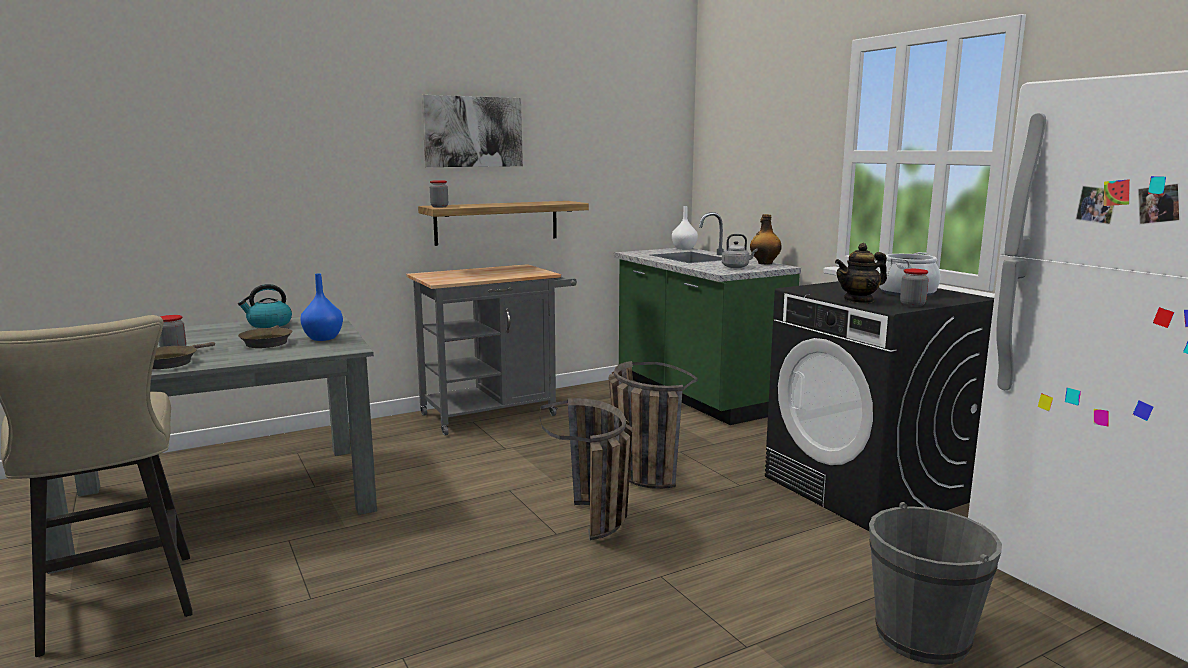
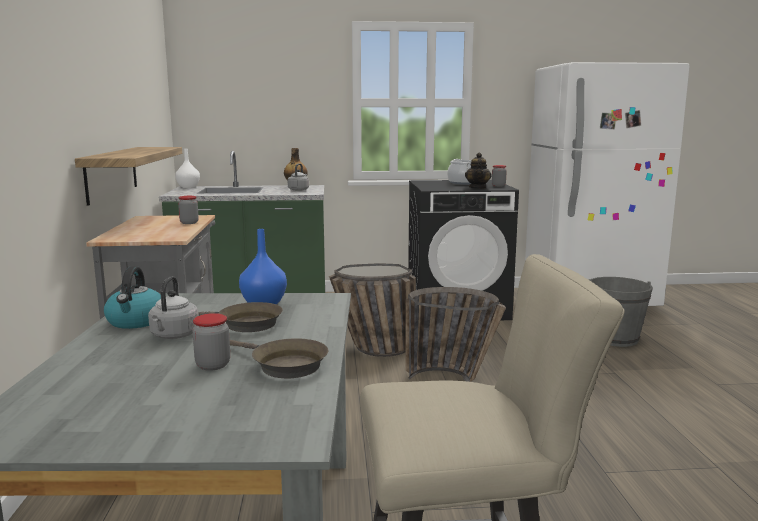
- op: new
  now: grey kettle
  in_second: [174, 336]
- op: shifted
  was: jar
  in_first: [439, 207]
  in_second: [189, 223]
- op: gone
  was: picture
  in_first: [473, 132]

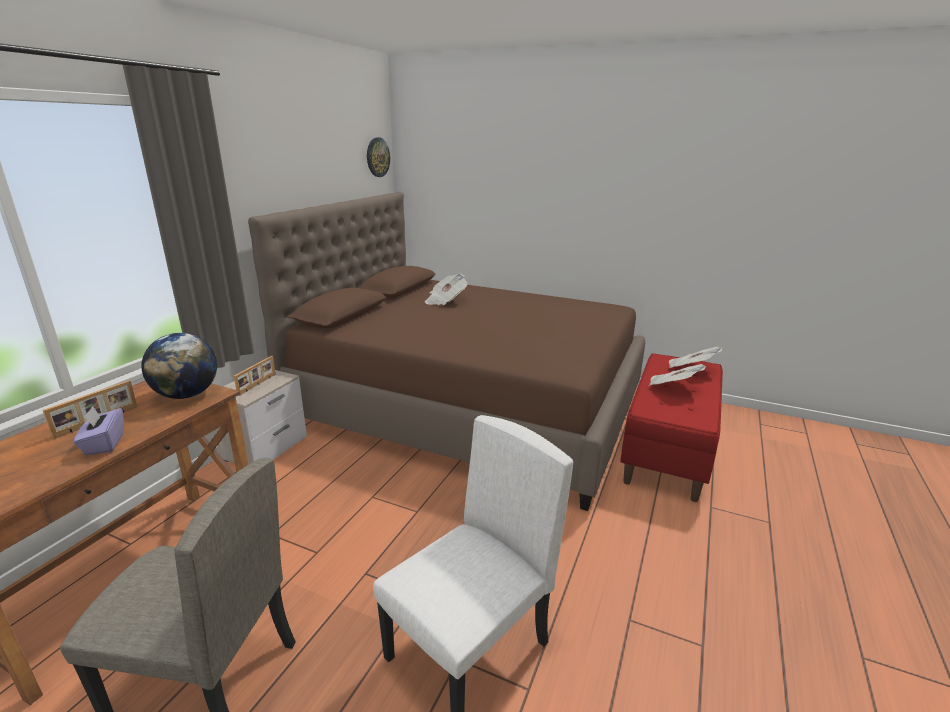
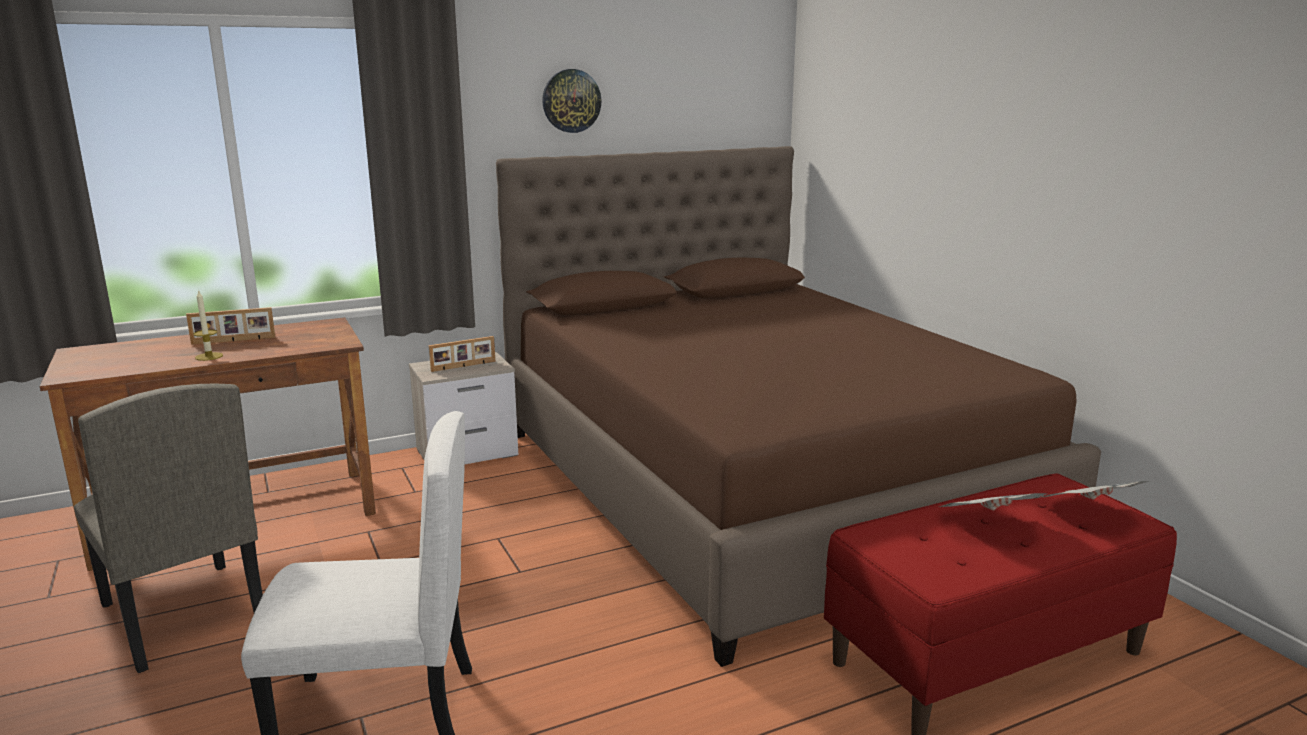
- op: swapped
  was: purple tissue box
  now: candle
  in_first: [104, 444]
  in_second: [209, 356]
- op: shifted
  was: wall clock
  in_first: [377, 157]
  in_second: [571, 101]
- op: gone
  was: globe
  in_first: [187, 395]
- op: gone
  was: newspaper
  in_first: [445, 301]

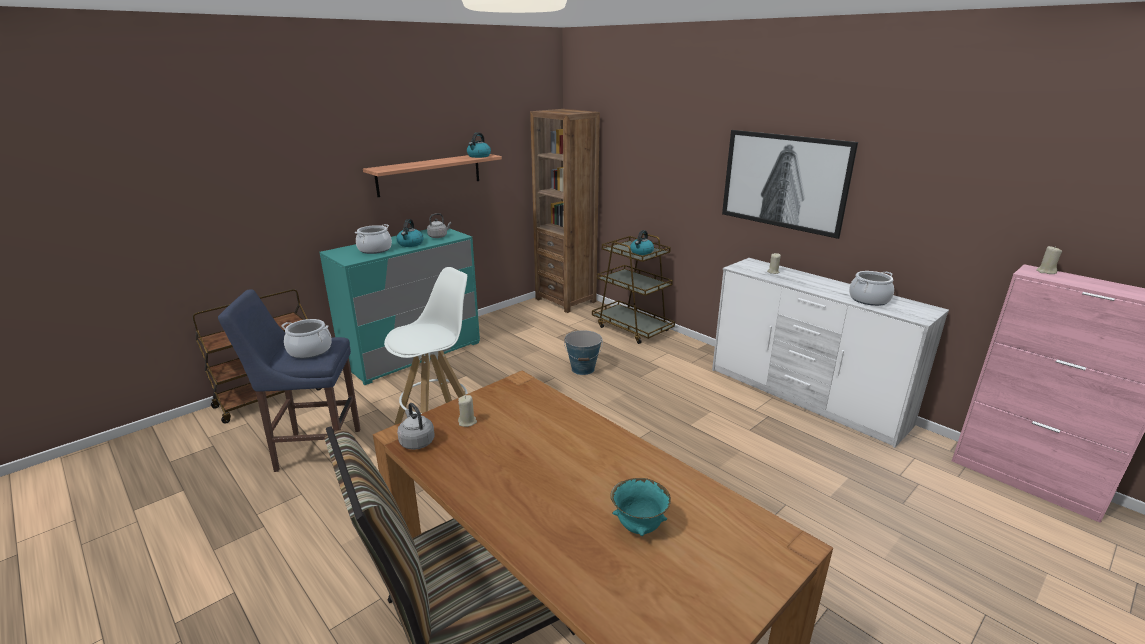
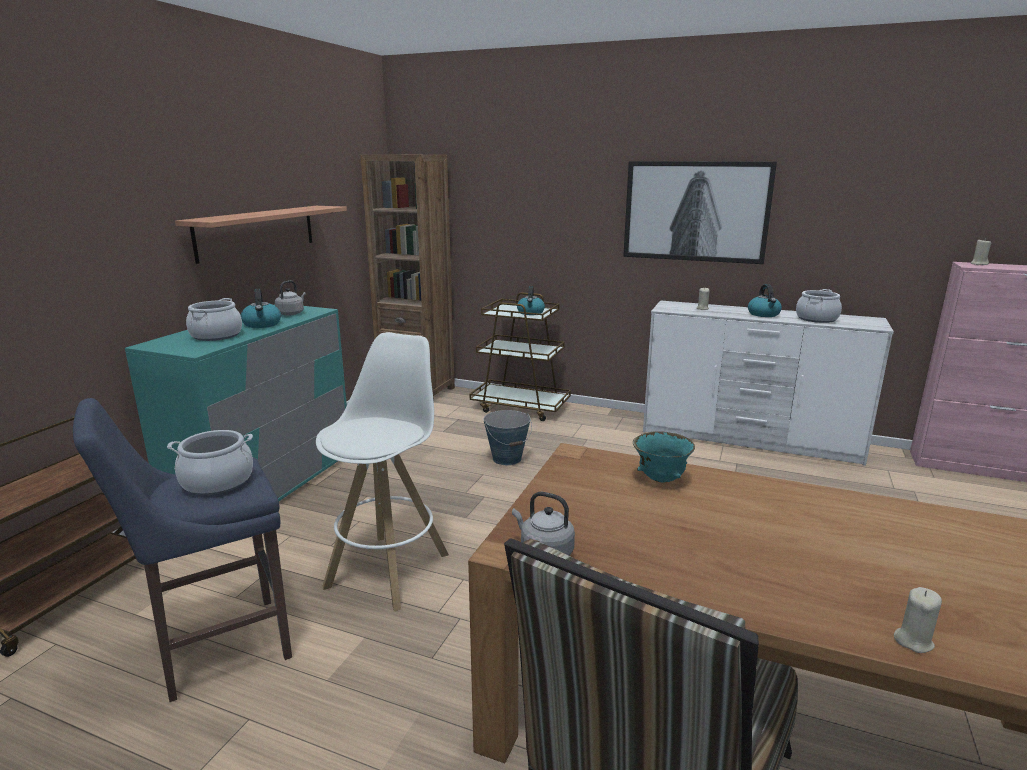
- op: shifted
  was: turquoise bowl
  in_first: [639, 527]
  in_second: [660, 479]
- op: shifted
  was: kettle
  in_first: [478, 156]
  in_second: [764, 314]
- op: shifted
  was: beige candle
  in_first: [467, 422]
  in_second: [913, 641]

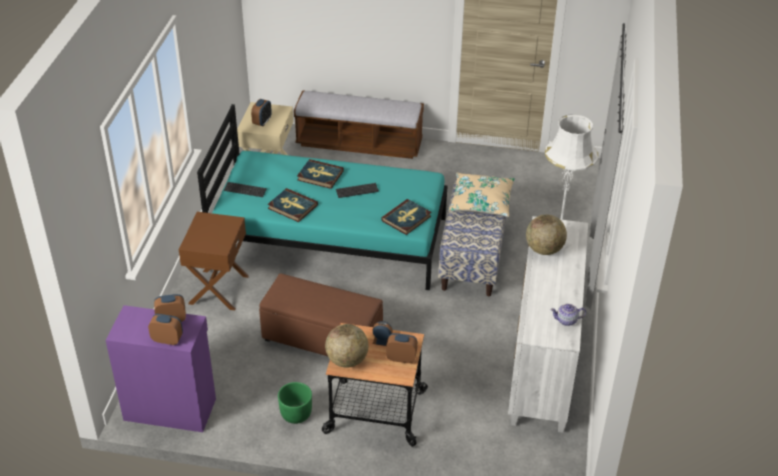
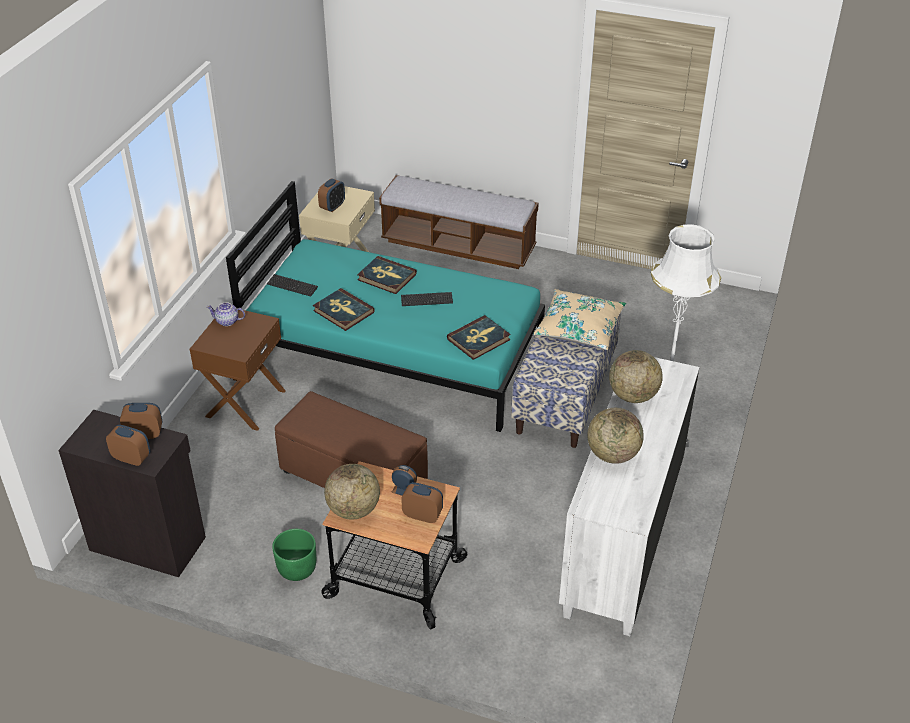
- op: repainted
  was: purple cabinet
  now: black cabinet
  in_first: [170, 408]
  in_second: [148, 542]
- op: shifted
  was: teapot
  in_first: [567, 320]
  in_second: [227, 321]
- op: new
  now: globe
  in_second: [612, 455]

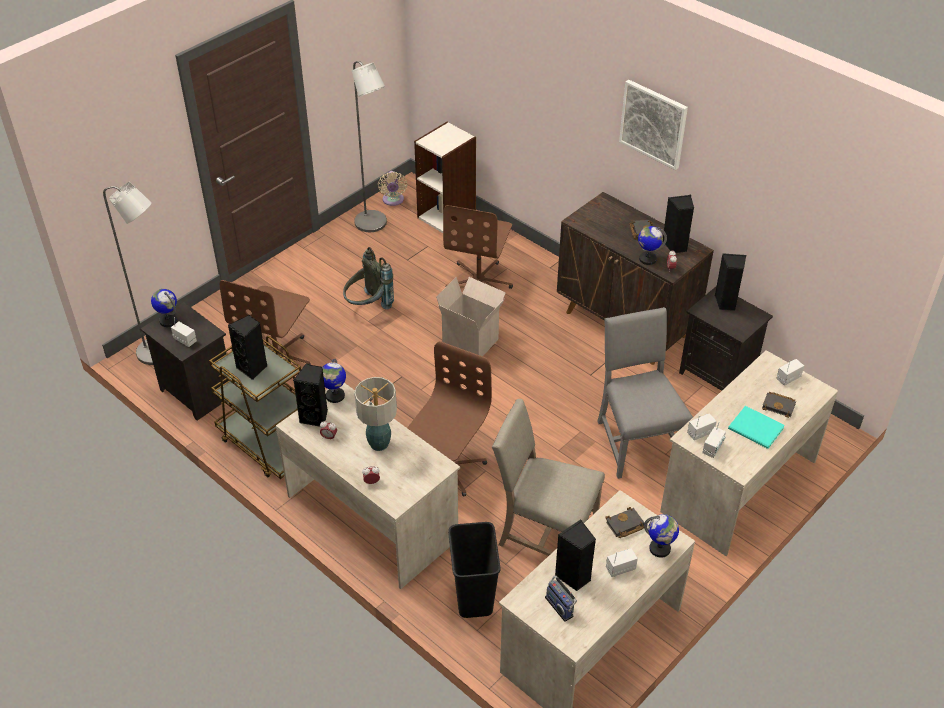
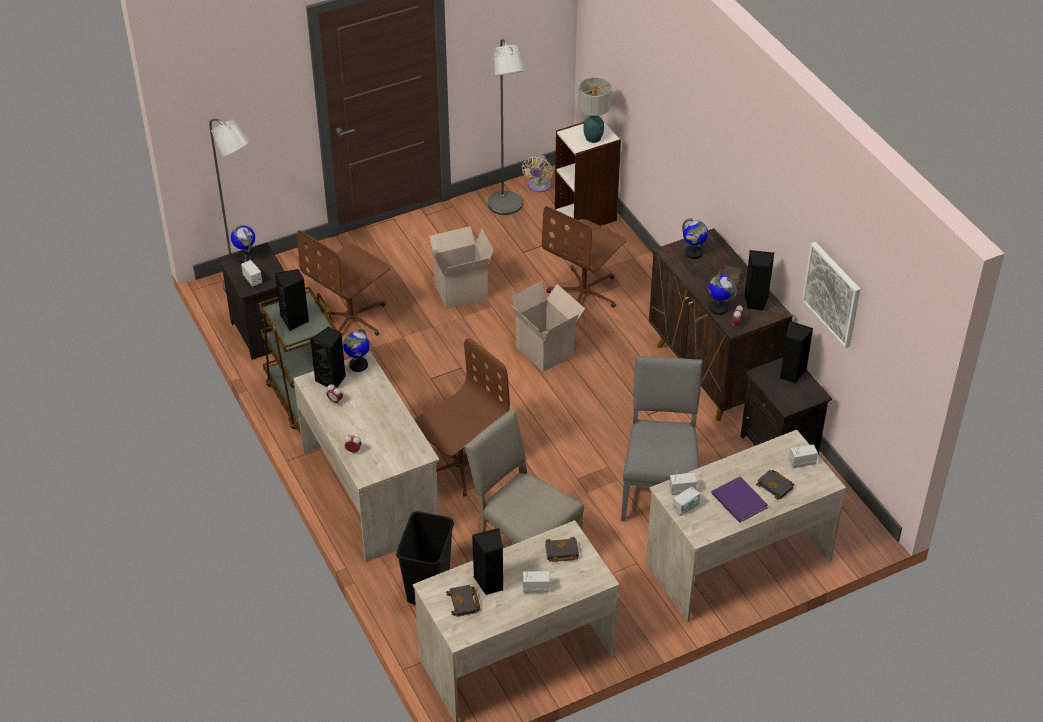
- op: swapped
  was: grey backpack
  now: cardboard box
  in_first: [368, 306]
  in_second: [461, 290]
- op: swapped
  was: radio
  now: black book
  in_first: [560, 606]
  in_second: [465, 603]
- op: shifted
  was: table lamp
  in_first: [379, 444]
  in_second: [593, 138]
- op: shifted
  was: globe
  in_first: [660, 549]
  in_second: [693, 253]
- op: repainted
  was: turquoise book
  now: purple book
  in_first: [756, 430]
  in_second: [739, 502]
- op: shifted
  was: picture
  in_first: [653, 124]
  in_second: [832, 294]

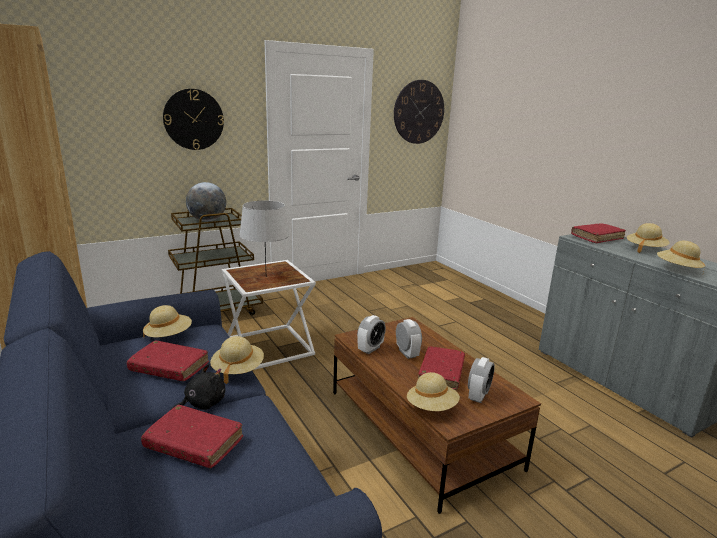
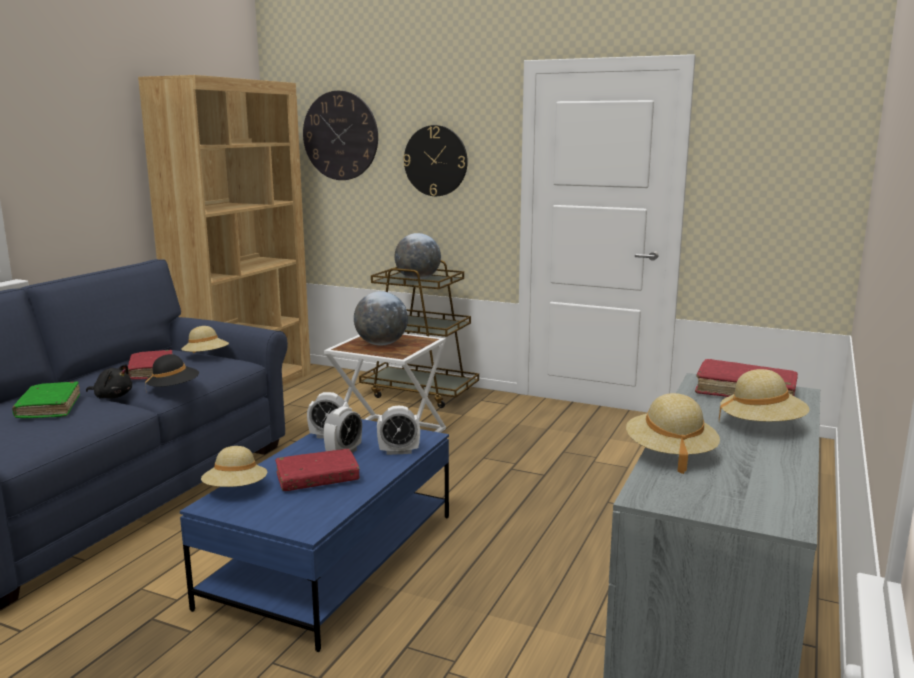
- op: repainted
  was: red book
  now: green book
  in_first: [194, 444]
  in_second: [49, 408]
- op: repainted
  was: beige hat
  now: black hat
  in_first: [237, 369]
  in_second: [173, 389]
- op: repainted
  was: brown coffee table
  now: blue coffee table
  in_first: [420, 428]
  in_second: [332, 559]
- op: shifted
  was: wall clock
  in_first: [419, 112]
  in_second: [340, 136]
- op: swapped
  was: grey table lamp
  now: globe
  in_first: [265, 276]
  in_second: [381, 344]
- op: shifted
  was: alarm clock
  in_first: [478, 396]
  in_second: [398, 451]

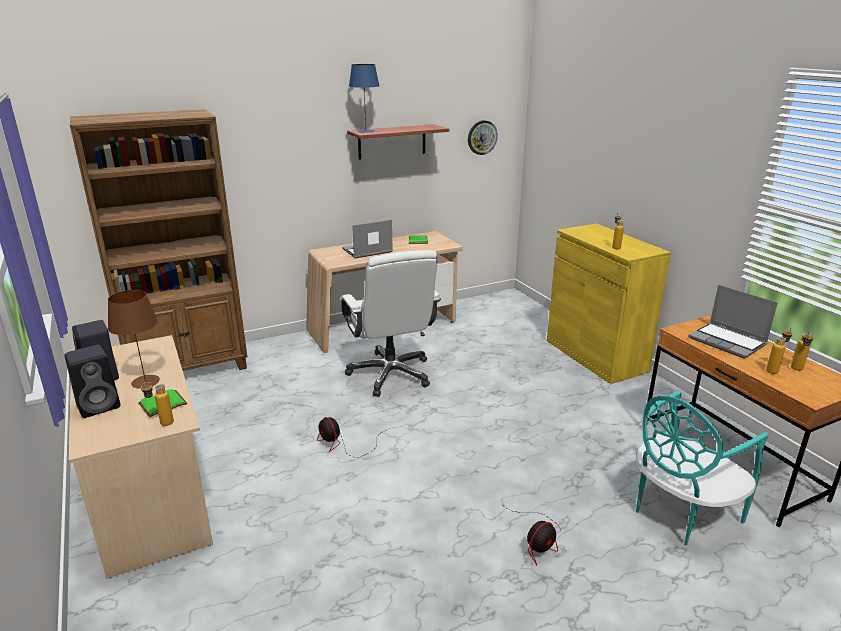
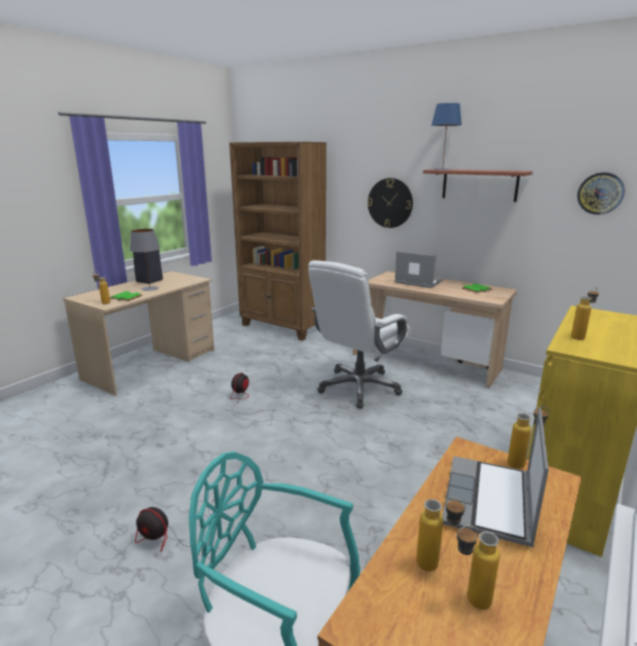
- op: repainted
  was: brown table lamp
  now: grey table lamp
  in_first: [146, 381]
  in_second: [150, 288]
- op: new
  now: wall clock
  in_second: [390, 203]
- op: new
  now: bottle
  in_second: [523, 464]
- op: gone
  was: black speaker
  in_first: [100, 405]

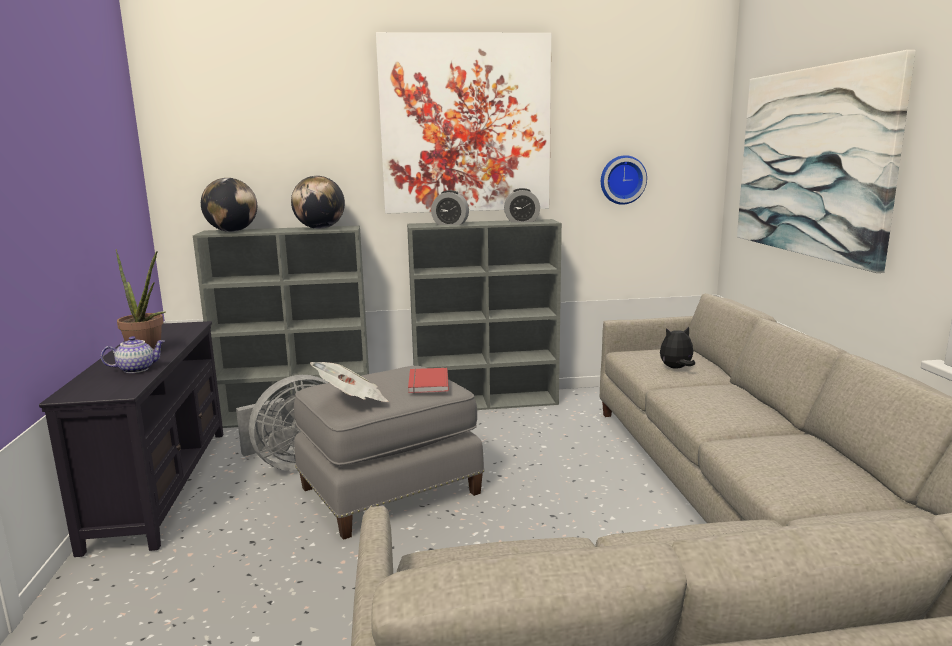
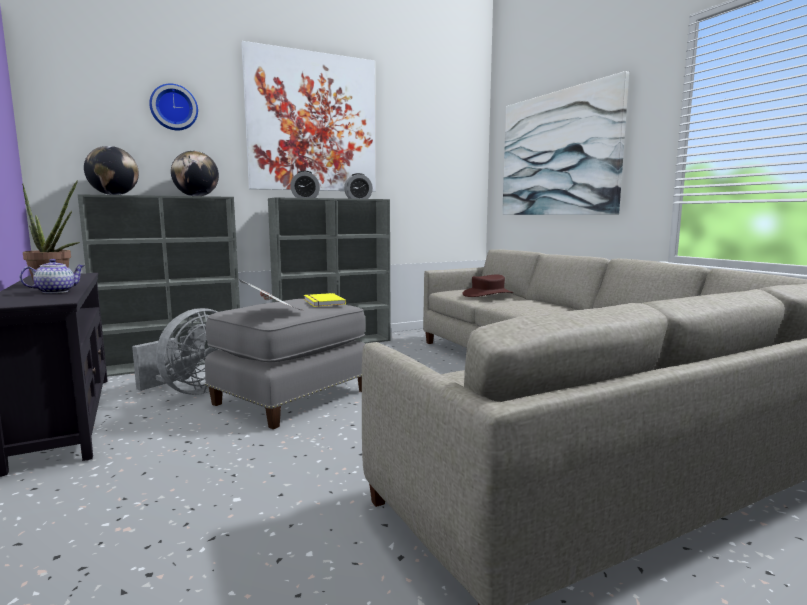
- op: shifted
  was: wall clock
  in_first: [622, 179]
  in_second: [174, 108]
- op: repainted
  was: red book
  now: yellow book
  in_first: [426, 383]
  in_second: [322, 302]
- op: swapped
  was: plush toy
  now: brown hat
  in_first: [676, 368]
  in_second: [487, 294]

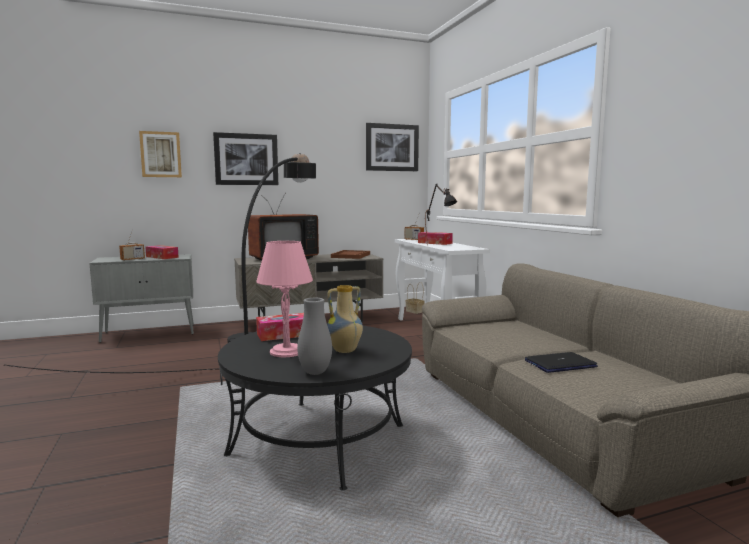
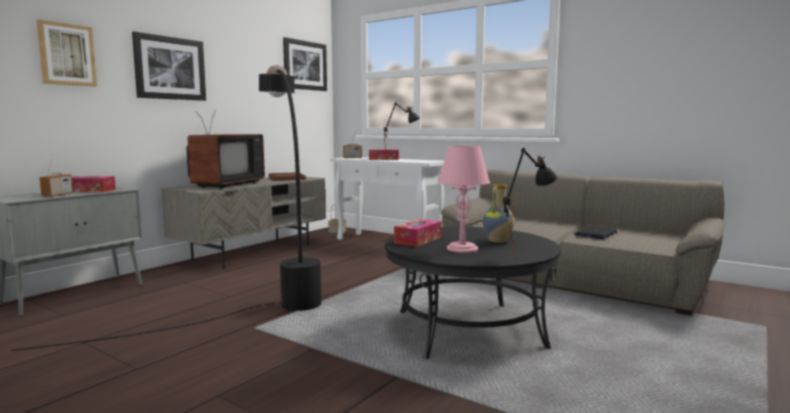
- op: swapped
  was: grey vase
  now: black table lamp
  in_first: [315, 372]
  in_second: [526, 255]

